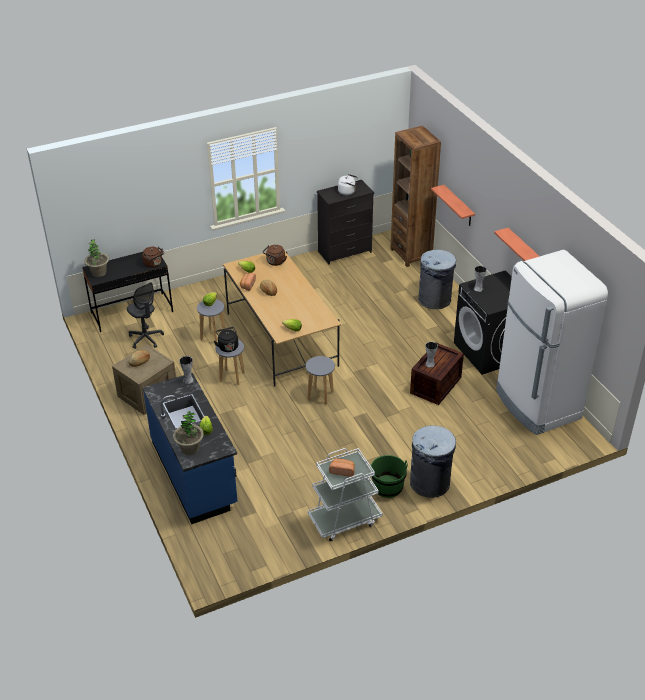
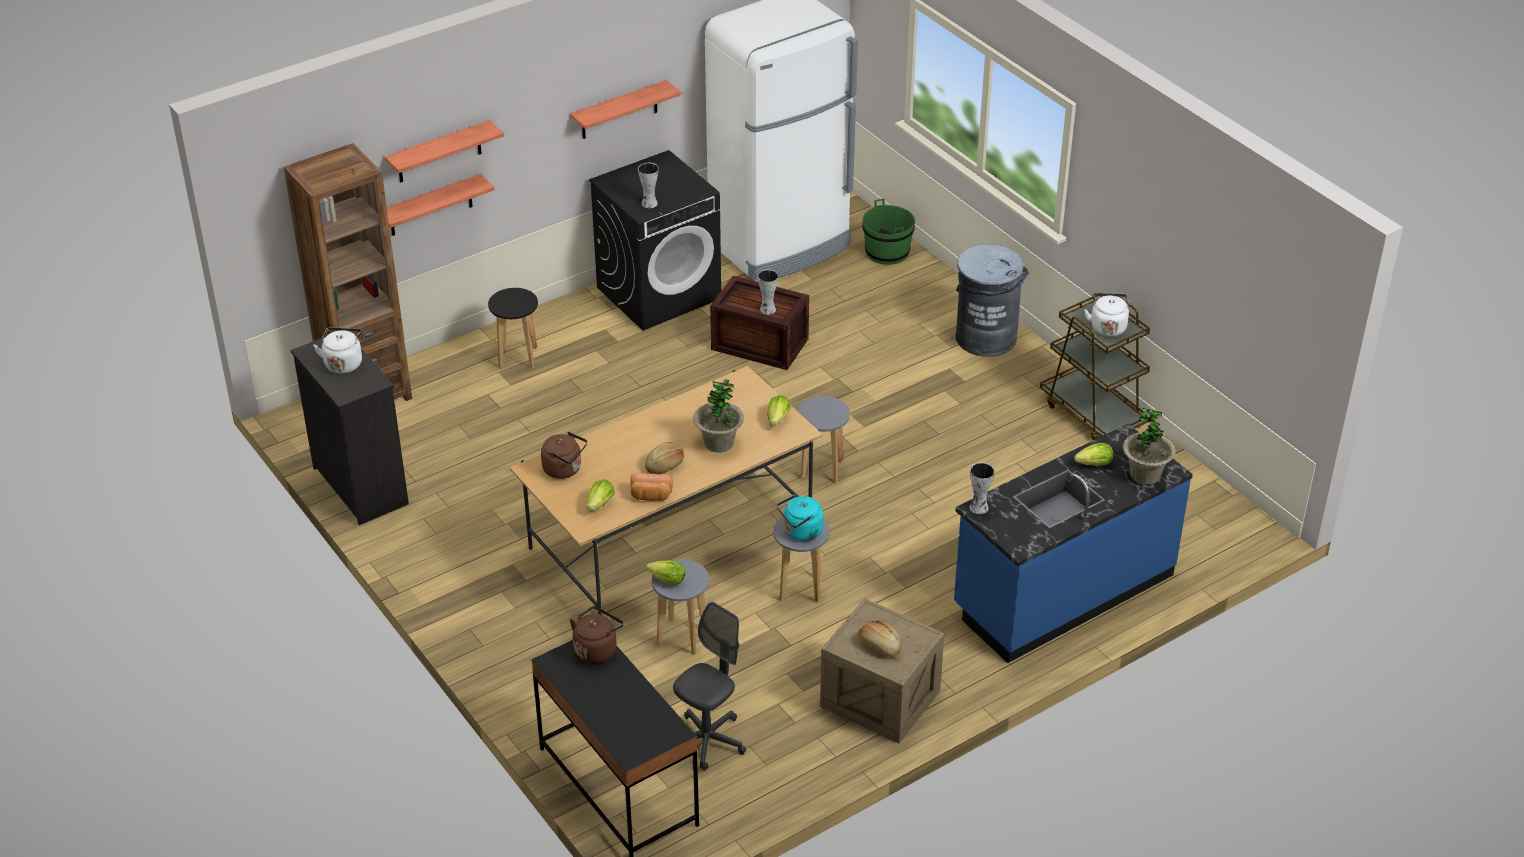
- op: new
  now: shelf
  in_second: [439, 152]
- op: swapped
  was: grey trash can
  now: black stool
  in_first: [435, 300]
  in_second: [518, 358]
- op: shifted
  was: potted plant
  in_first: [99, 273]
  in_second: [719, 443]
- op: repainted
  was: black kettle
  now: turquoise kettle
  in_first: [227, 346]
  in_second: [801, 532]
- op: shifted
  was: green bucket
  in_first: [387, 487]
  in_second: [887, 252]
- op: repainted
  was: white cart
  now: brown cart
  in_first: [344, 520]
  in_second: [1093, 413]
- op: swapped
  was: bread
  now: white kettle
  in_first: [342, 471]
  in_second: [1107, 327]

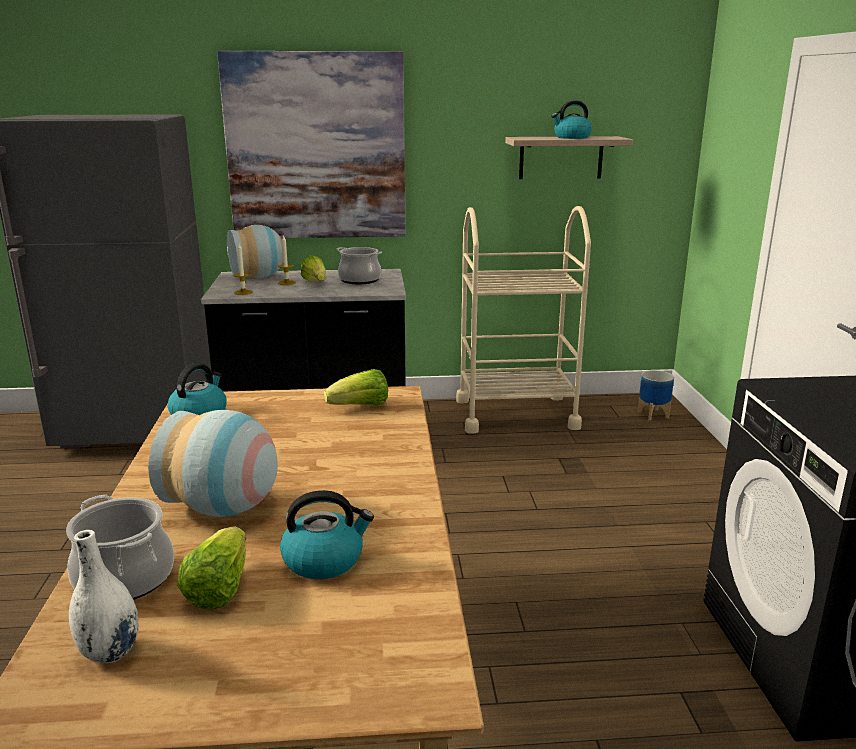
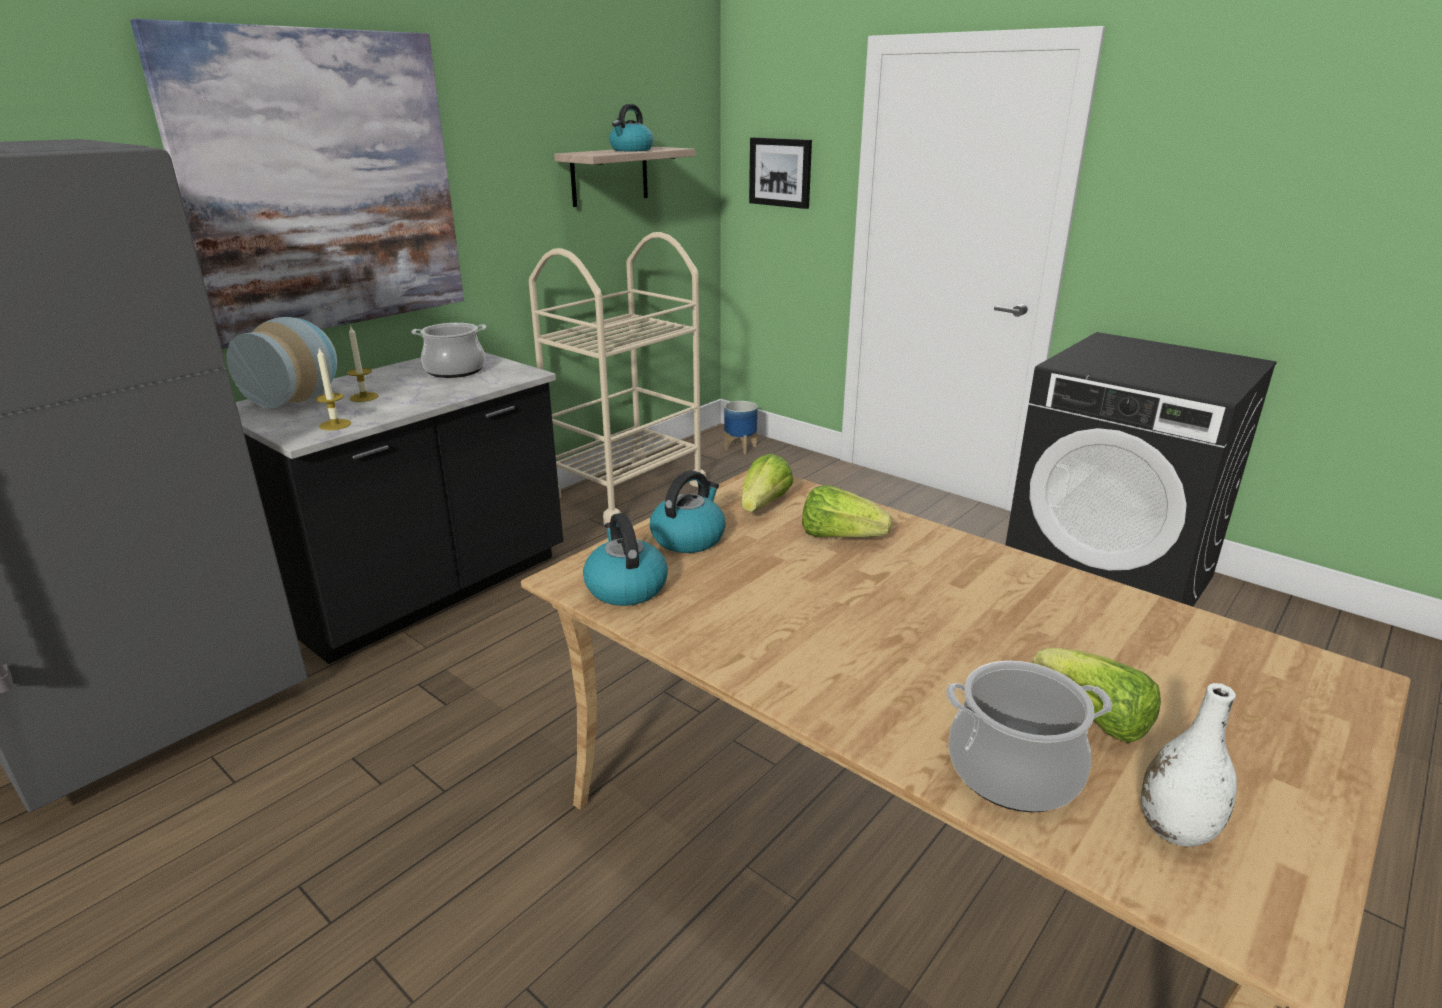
- op: shifted
  was: kettle
  in_first: [324, 560]
  in_second: [688, 538]
- op: new
  now: picture
  in_second: [780, 172]
- op: shifted
  was: lettuce
  in_first: [315, 282]
  in_second: [840, 536]
- op: gone
  was: vase
  in_first: [226, 508]

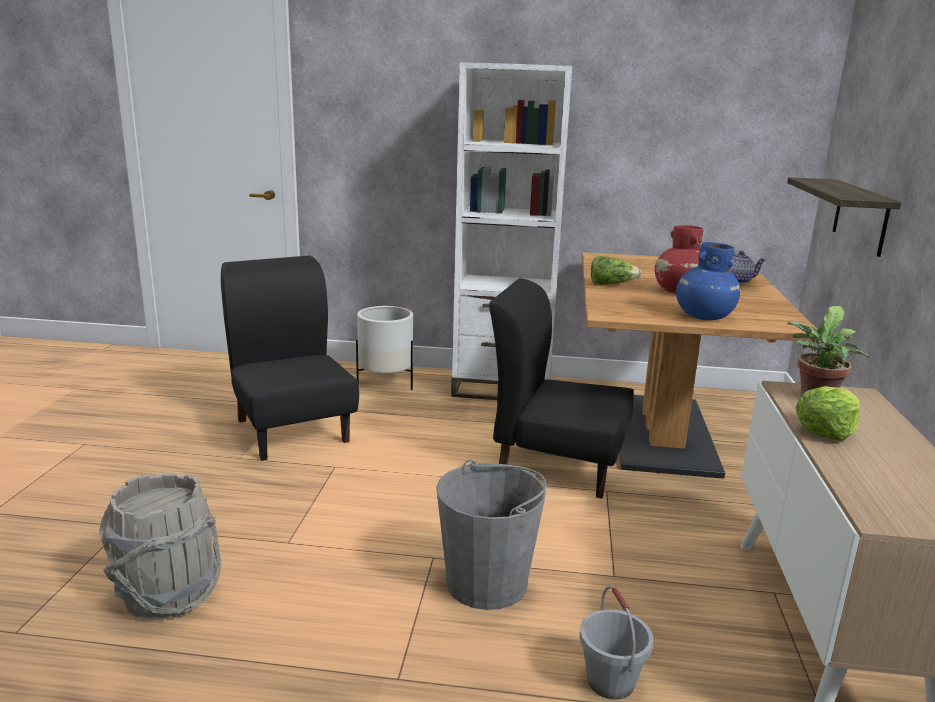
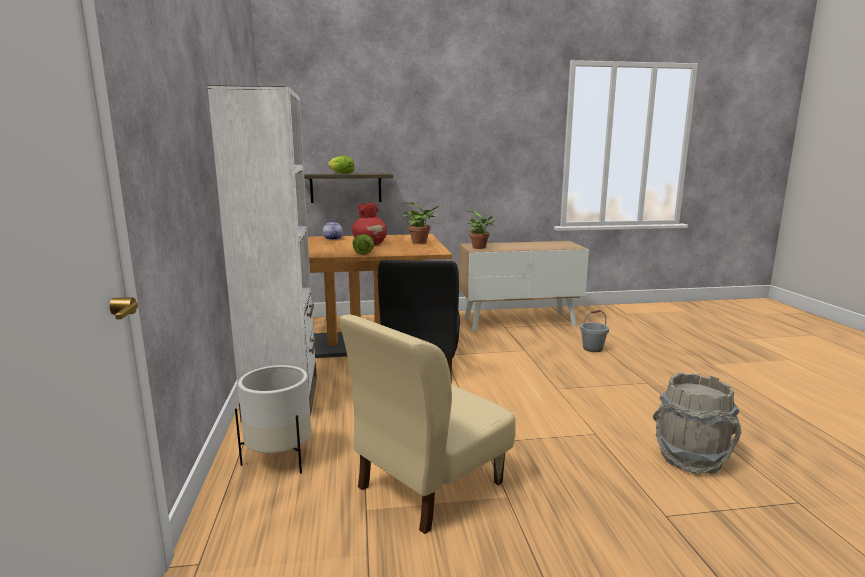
- op: shifted
  was: lettuce
  in_first: [826, 430]
  in_second: [341, 173]
- op: repainted
  was: black chair
  now: beige chair
  in_first: [292, 430]
  in_second: [429, 485]
- op: swapped
  was: blue vase
  now: potted plant
  in_first: [703, 316]
  in_second: [421, 242]
- op: gone
  was: grey bucket
  in_first: [487, 582]

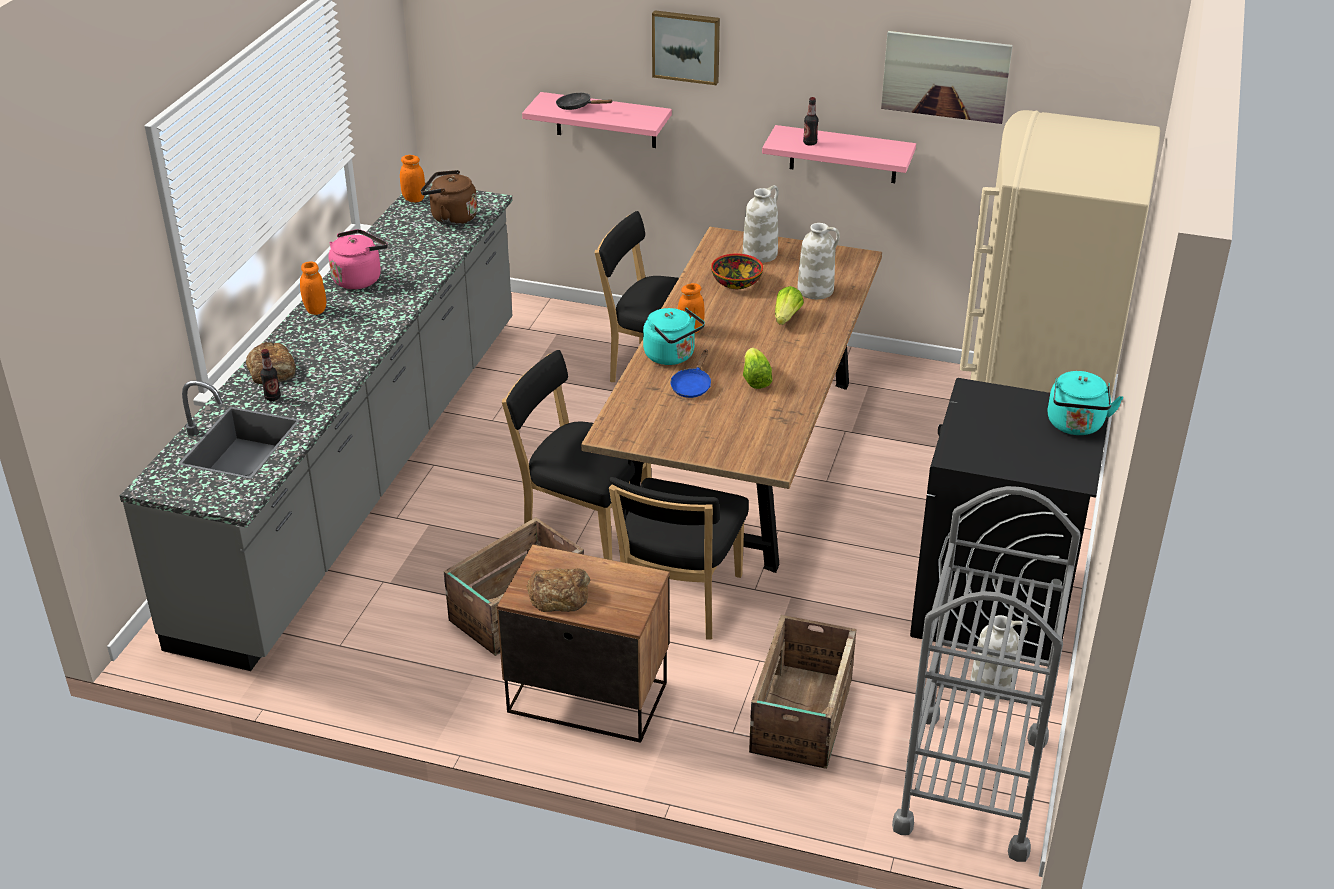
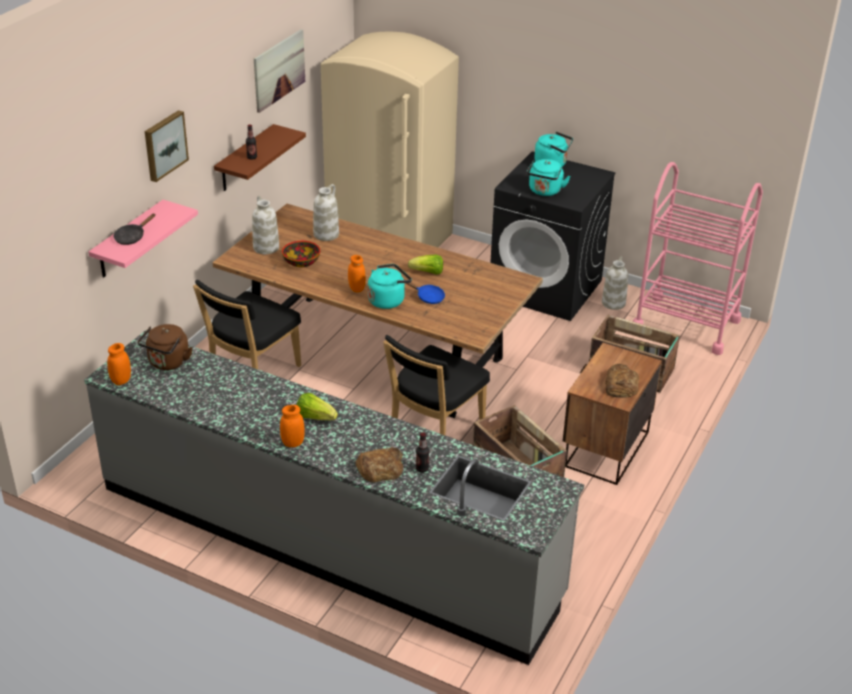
- op: repainted
  was: pink shelf
  now: brown shelf
  in_first: [843, 154]
  in_second: [245, 159]
- op: shifted
  was: lettuce
  in_first: [786, 318]
  in_second: [315, 417]
- op: new
  now: turquoise kettle
  in_second: [545, 191]
- op: repainted
  was: grey cart
  now: pink cart
  in_first: [972, 783]
  in_second: [686, 324]
- op: gone
  was: pink kettle
  in_first: [359, 278]
- op: gone
  was: black chair
  in_first: [677, 602]

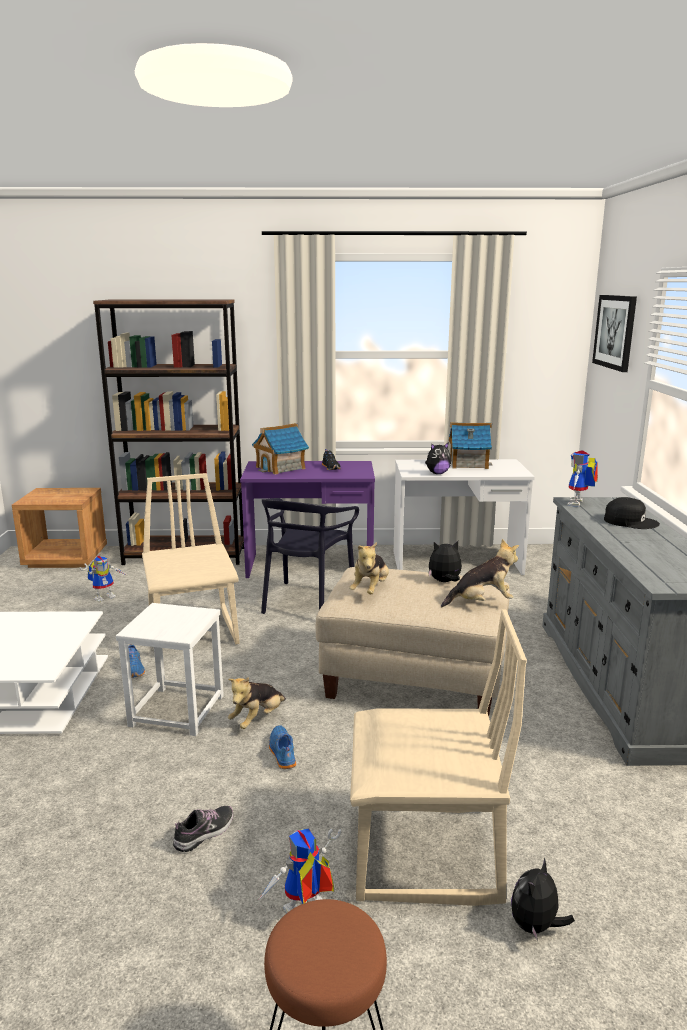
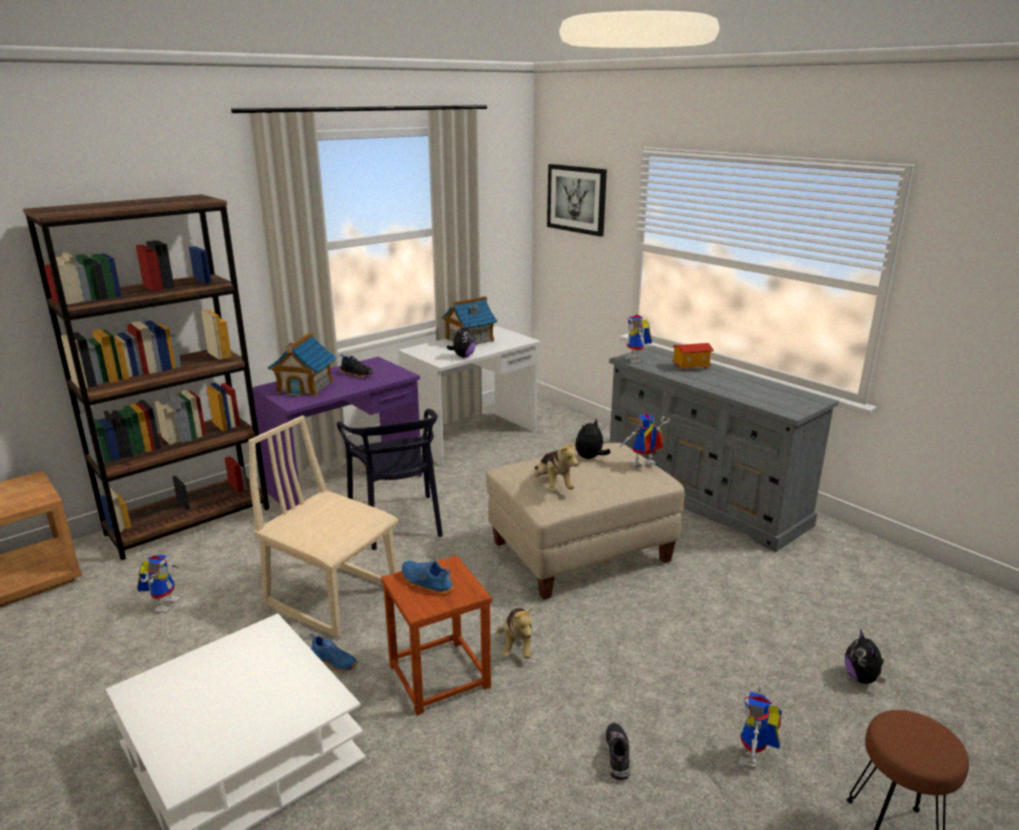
- op: repainted
  was: white stool
  now: brown stool
  in_first: [176, 711]
  in_second: [439, 676]
- op: shifted
  was: blue shoe
  in_first: [281, 753]
  in_second: [426, 584]
- op: swapped
  was: plush toy
  now: toy robot
  in_first: [481, 602]
  in_second: [642, 466]
- op: swapped
  was: black cap
  now: toy house
  in_first: [630, 521]
  in_second: [690, 367]
- op: gone
  was: beige chair
  in_first: [425, 854]

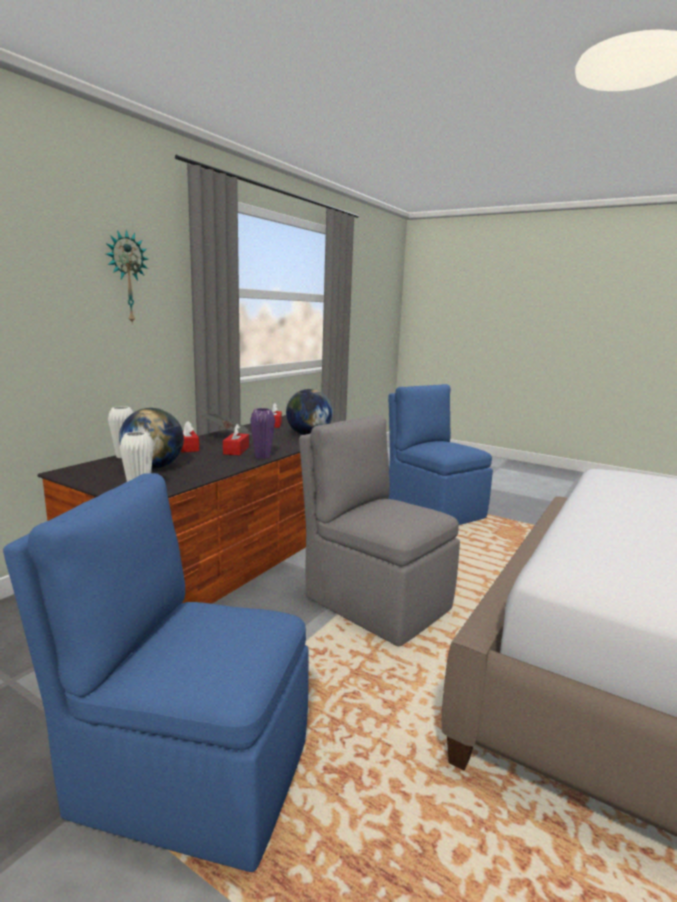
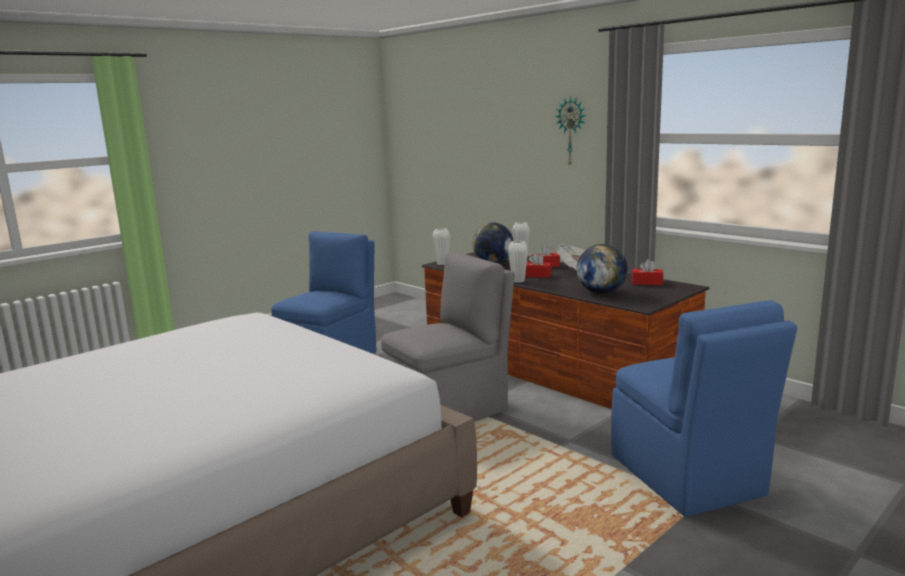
- op: repainted
  was: purple vase
  now: white vase
  in_first: [262, 456]
  in_second: [518, 281]
- op: rotated
  was: blue chair
  in_first: [433, 509]
  in_second: [687, 477]
  clockwise: 90

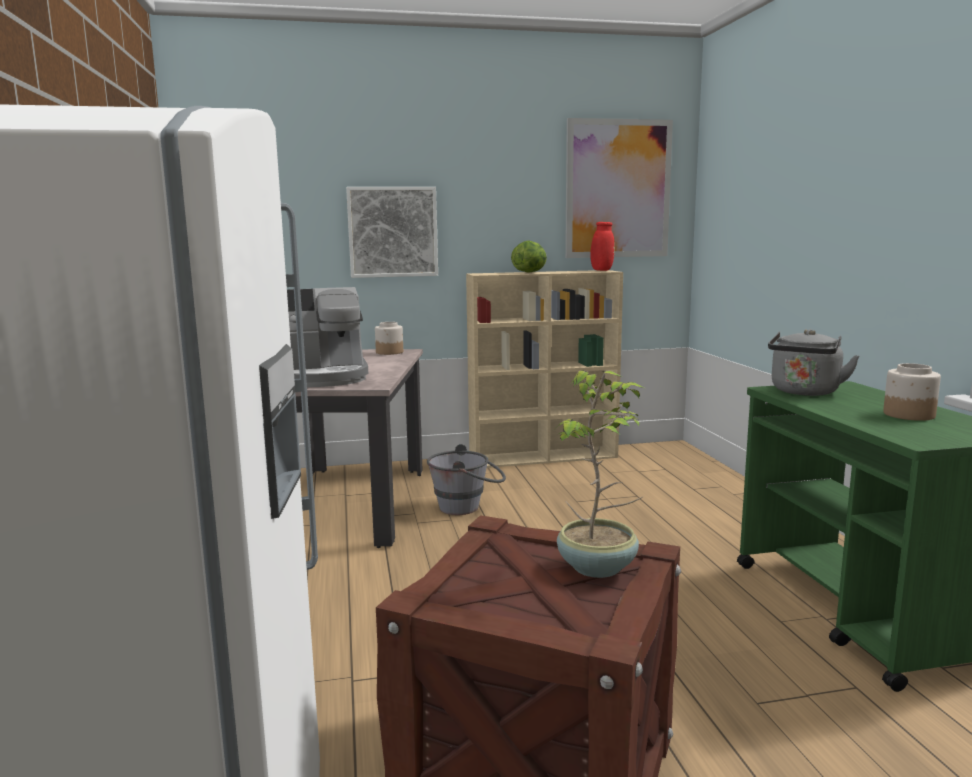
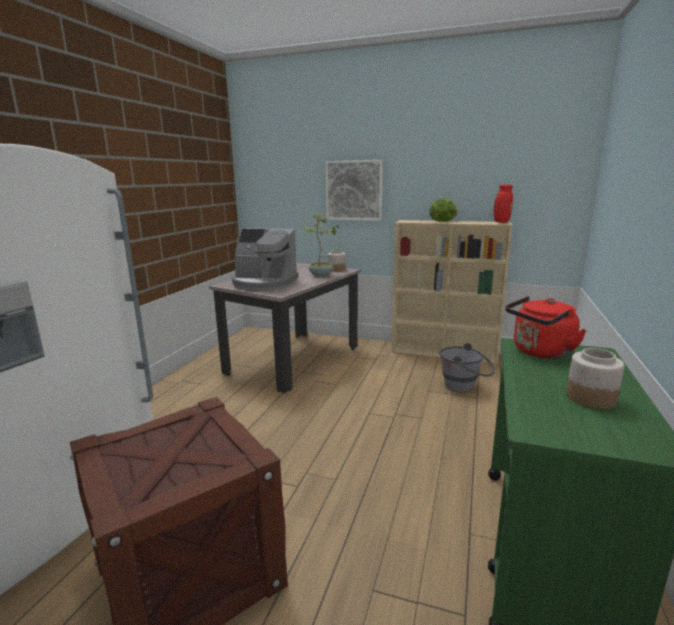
- op: shifted
  was: potted plant
  in_first: [599, 567]
  in_second: [321, 275]
- op: shifted
  was: grey bucket
  in_first: [468, 507]
  in_second: [465, 387]
- op: repainted
  was: grey kettle
  now: red kettle
  in_first: [804, 392]
  in_second: [540, 352]
- op: gone
  was: picture
  in_first: [617, 189]

